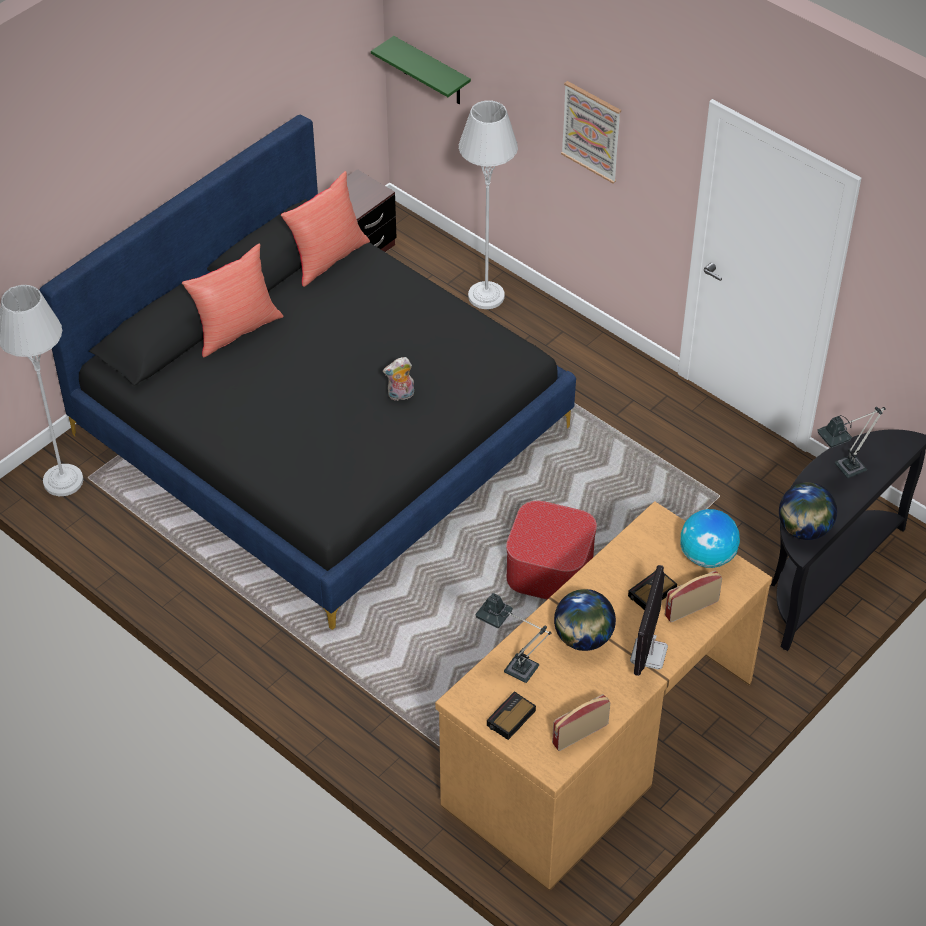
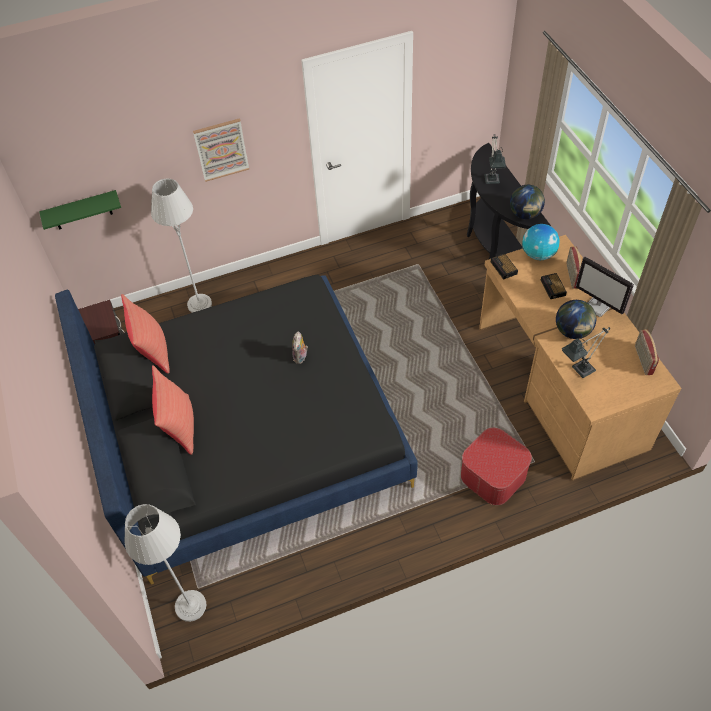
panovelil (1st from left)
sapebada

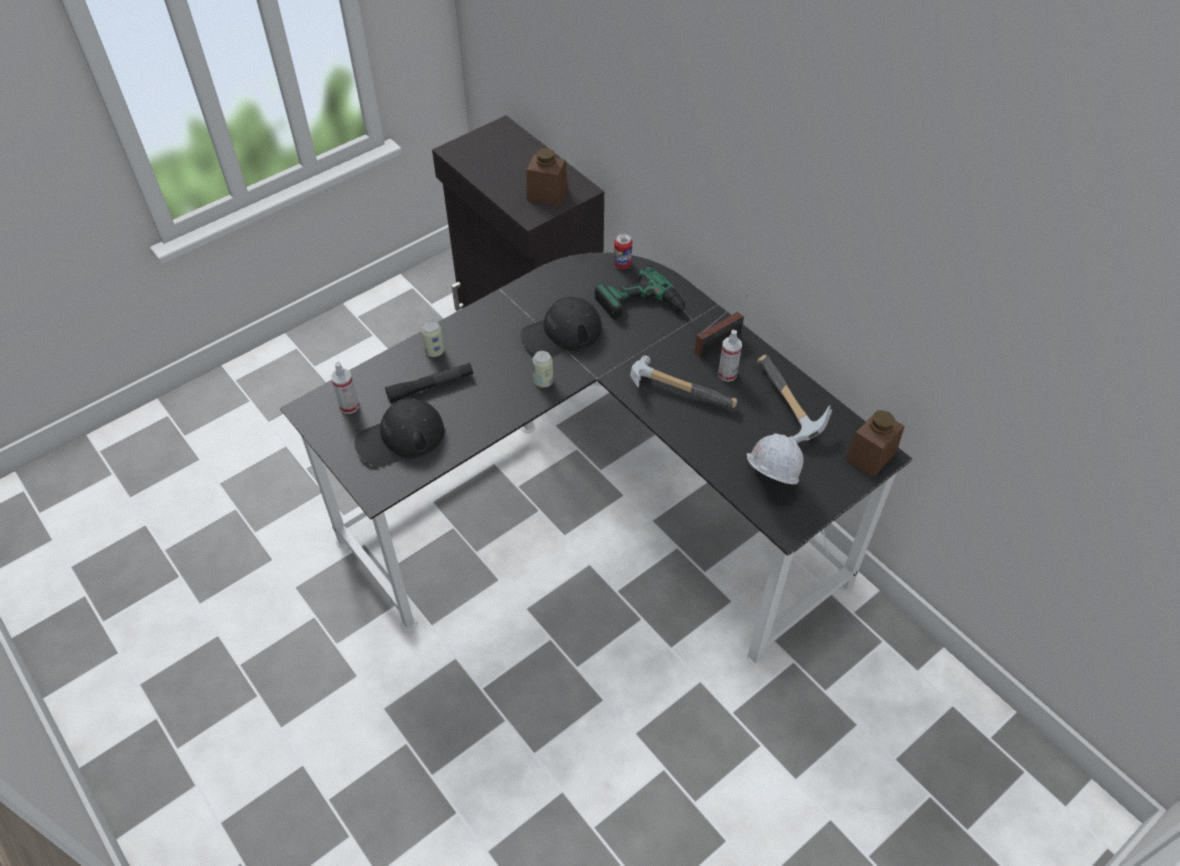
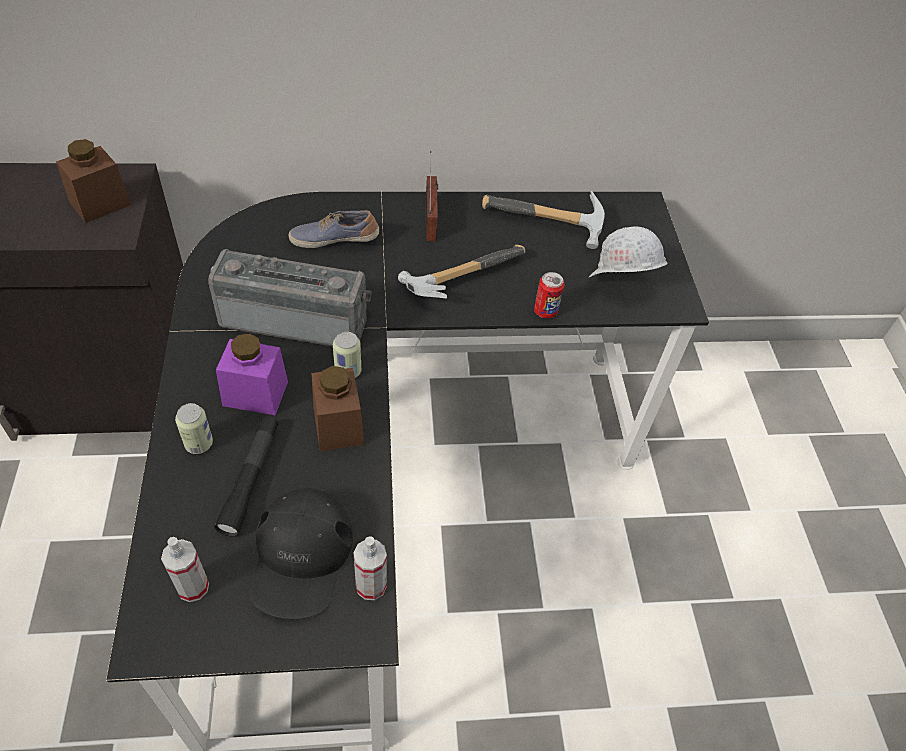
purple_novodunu
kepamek (3rd from left)
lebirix (2nd from left)
brown_novodunu (2nd from left)
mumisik (1st from left)
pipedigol

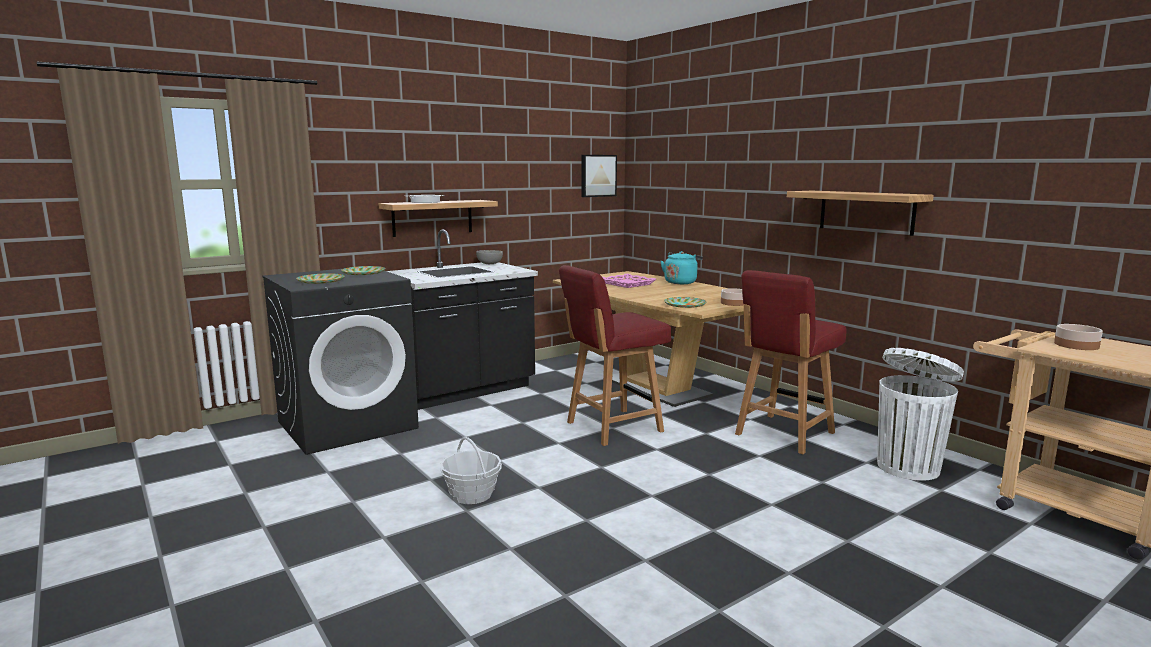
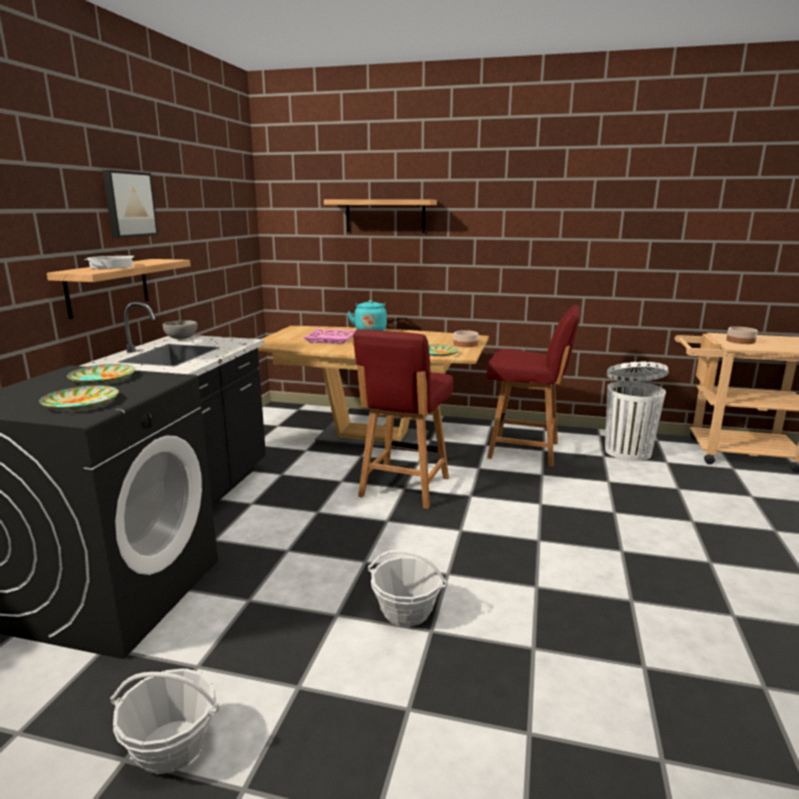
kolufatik (1st from left)
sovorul
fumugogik (2nd from left)
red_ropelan (2nd from left)

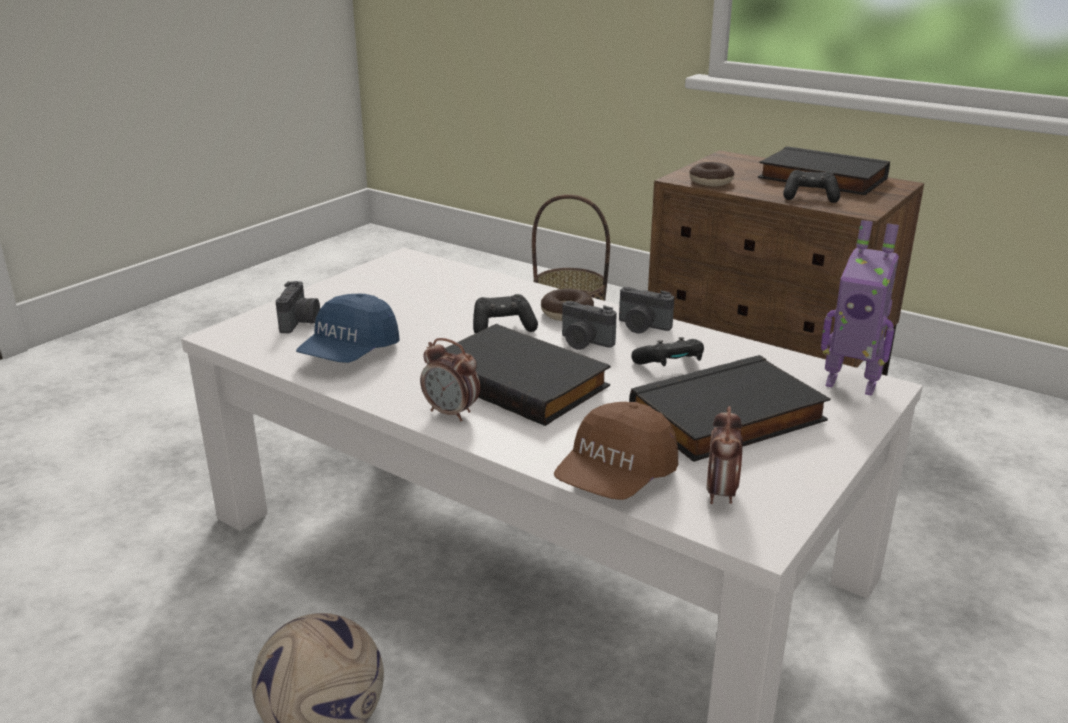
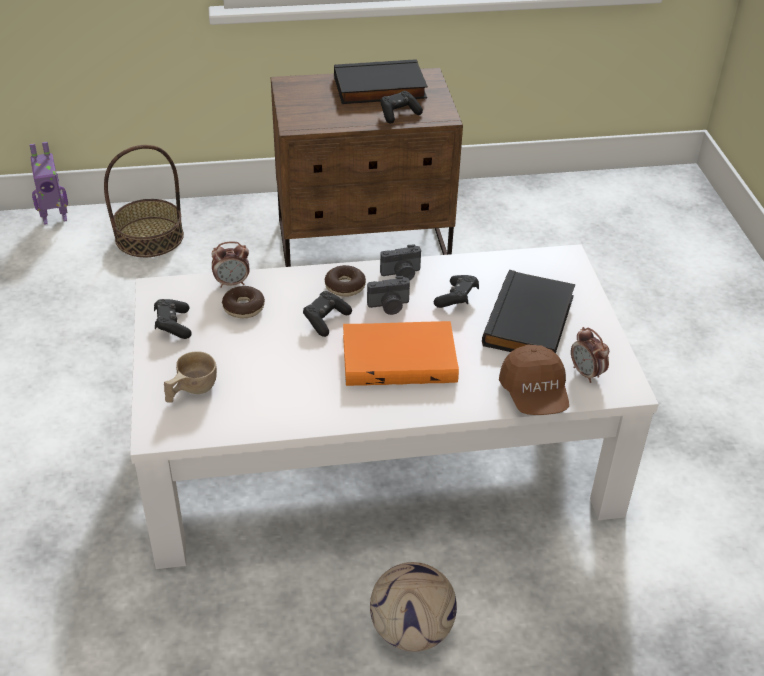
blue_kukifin
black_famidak (1st from left)
panovelil (1st from left)
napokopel (1st from left)
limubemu
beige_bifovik
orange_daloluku

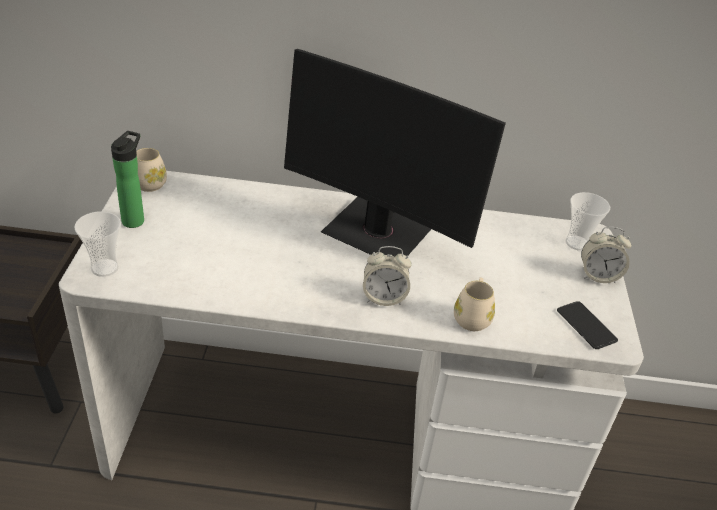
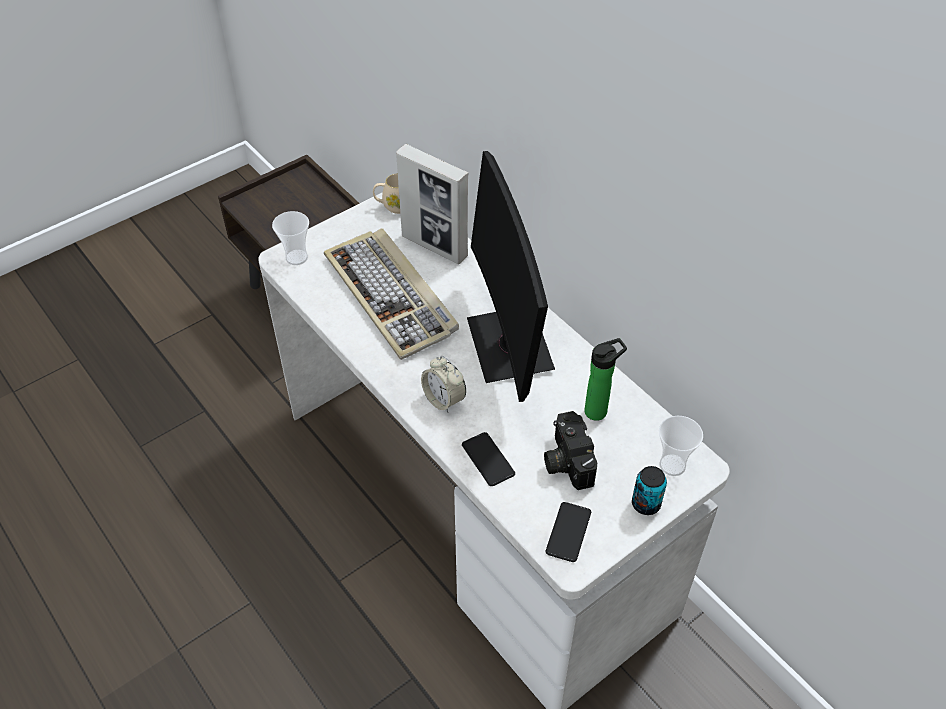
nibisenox
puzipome
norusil
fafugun
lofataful (1st from left)
kepamek

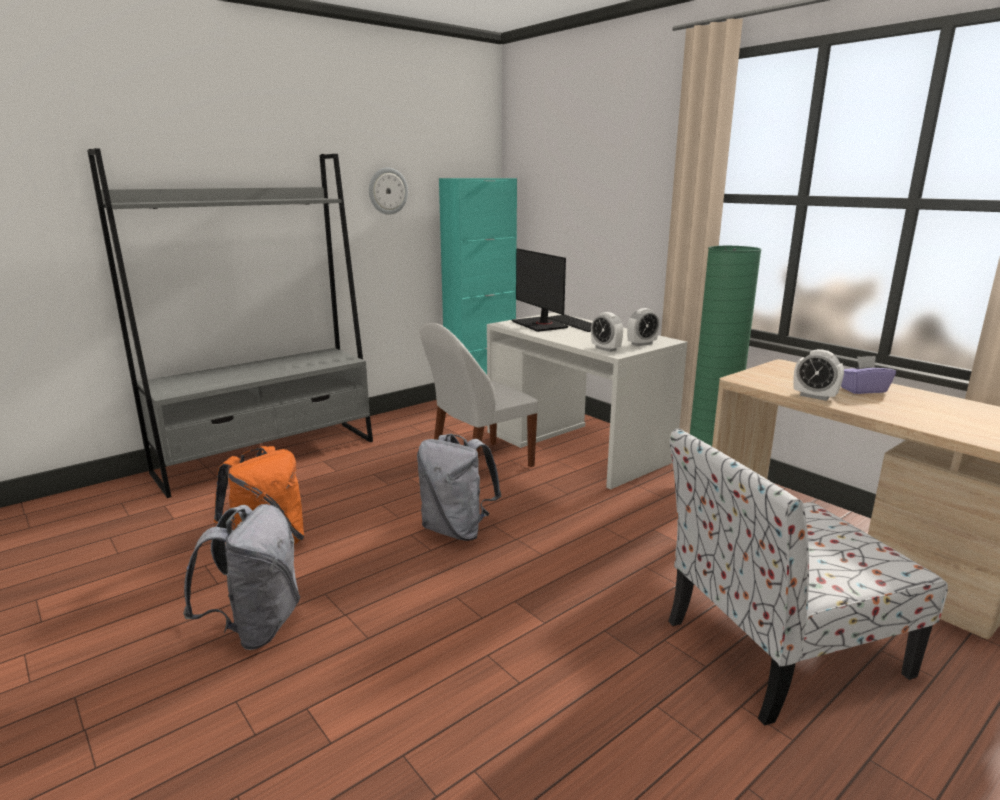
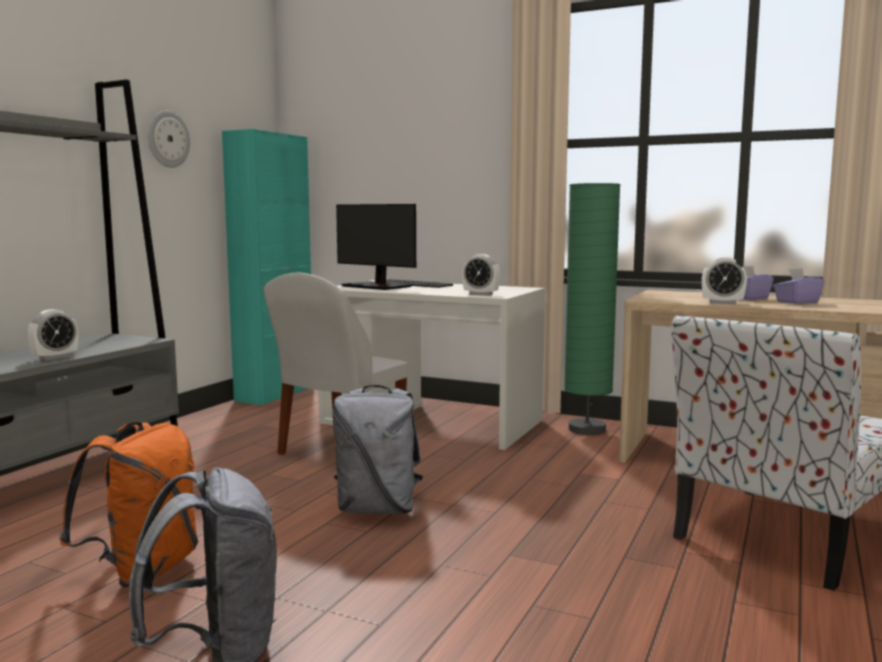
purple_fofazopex (2nd from left)
panovelil (1st from left)

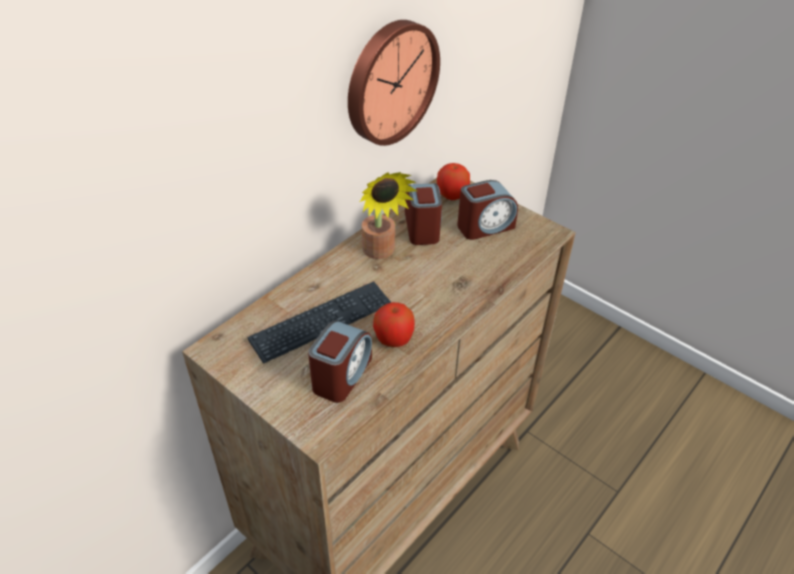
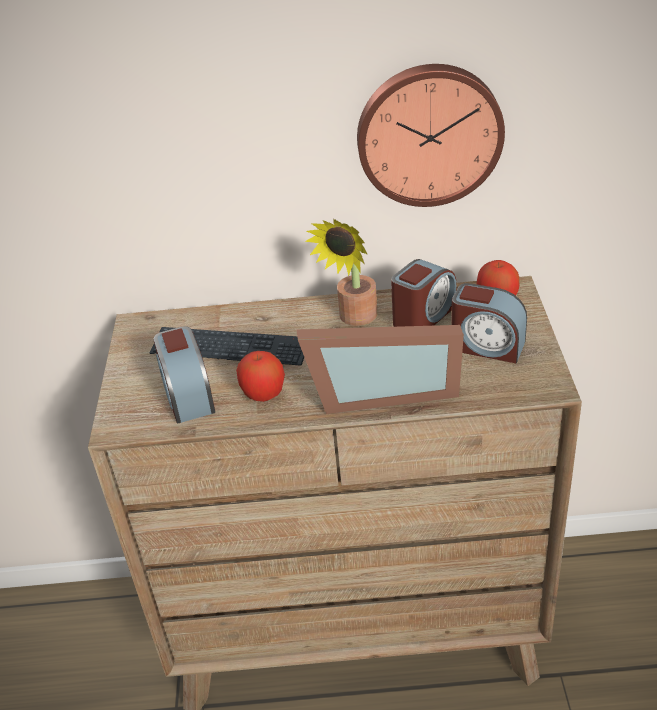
puzipome
panovelil (1st from left)

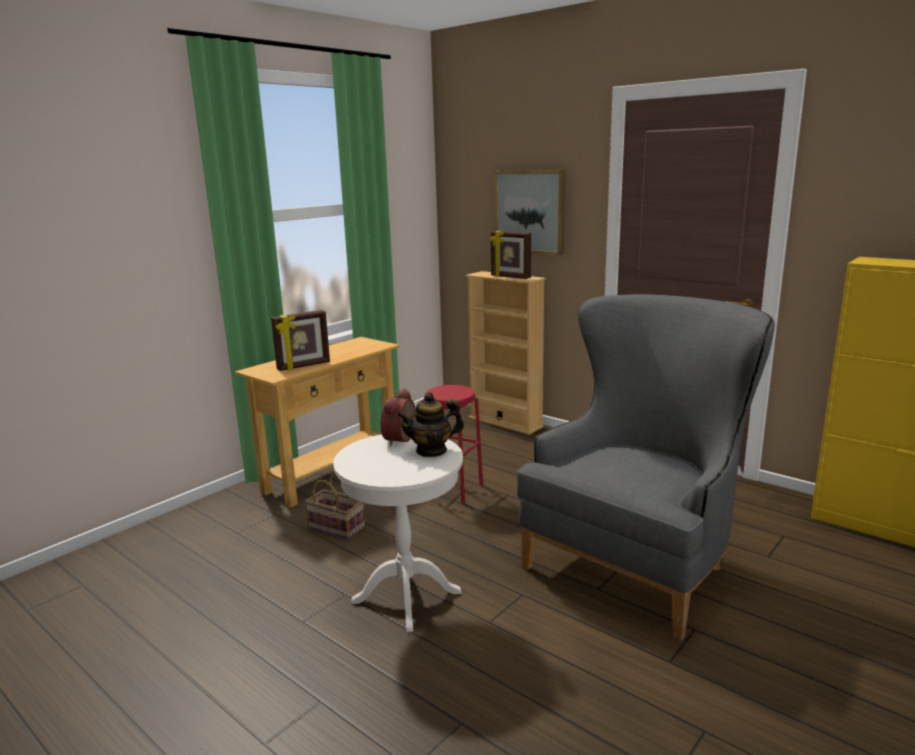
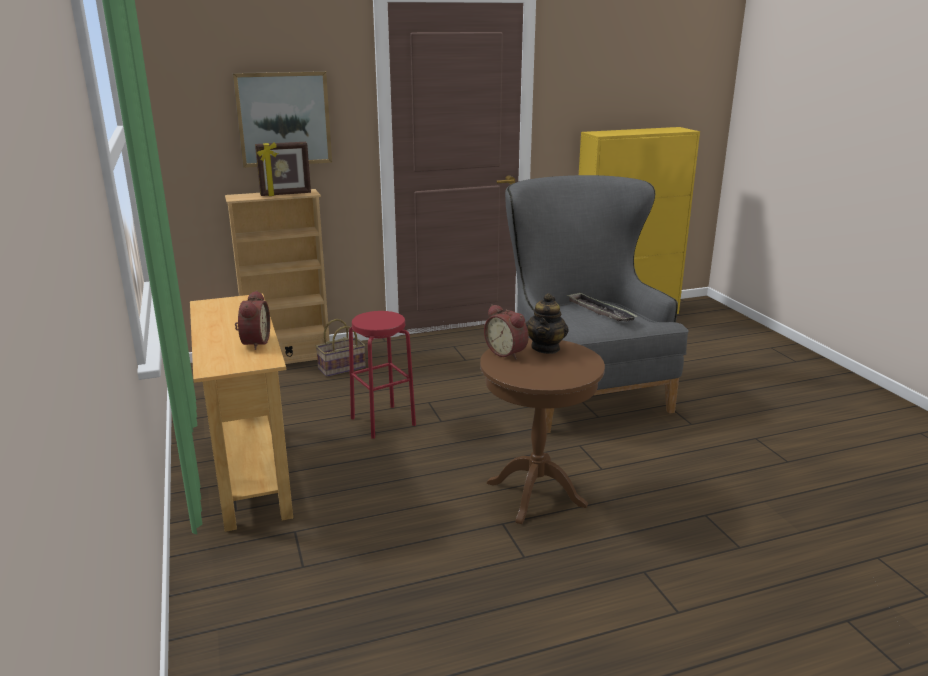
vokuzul
kolufatik
panovelil (1st from left)
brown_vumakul

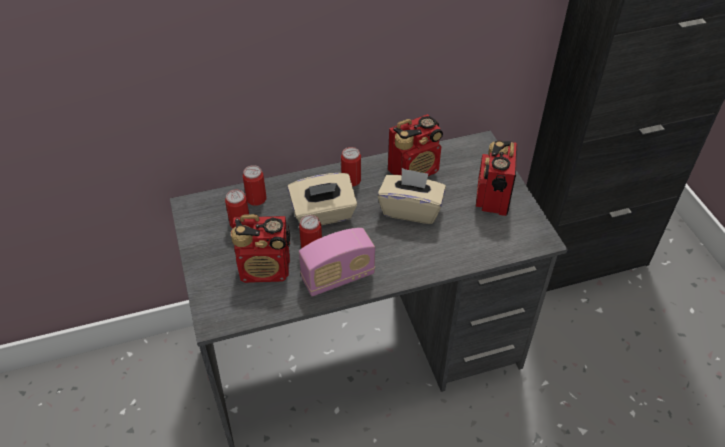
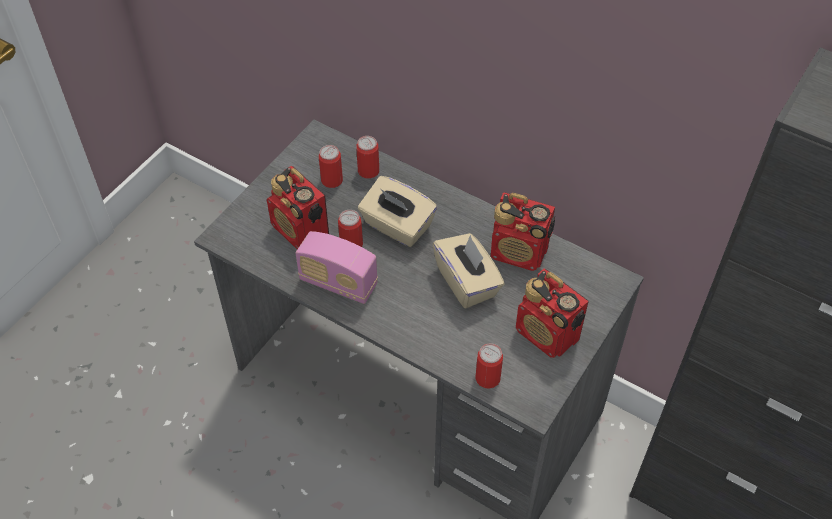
kepamek (4th from left)
mumisik (4th from left)

